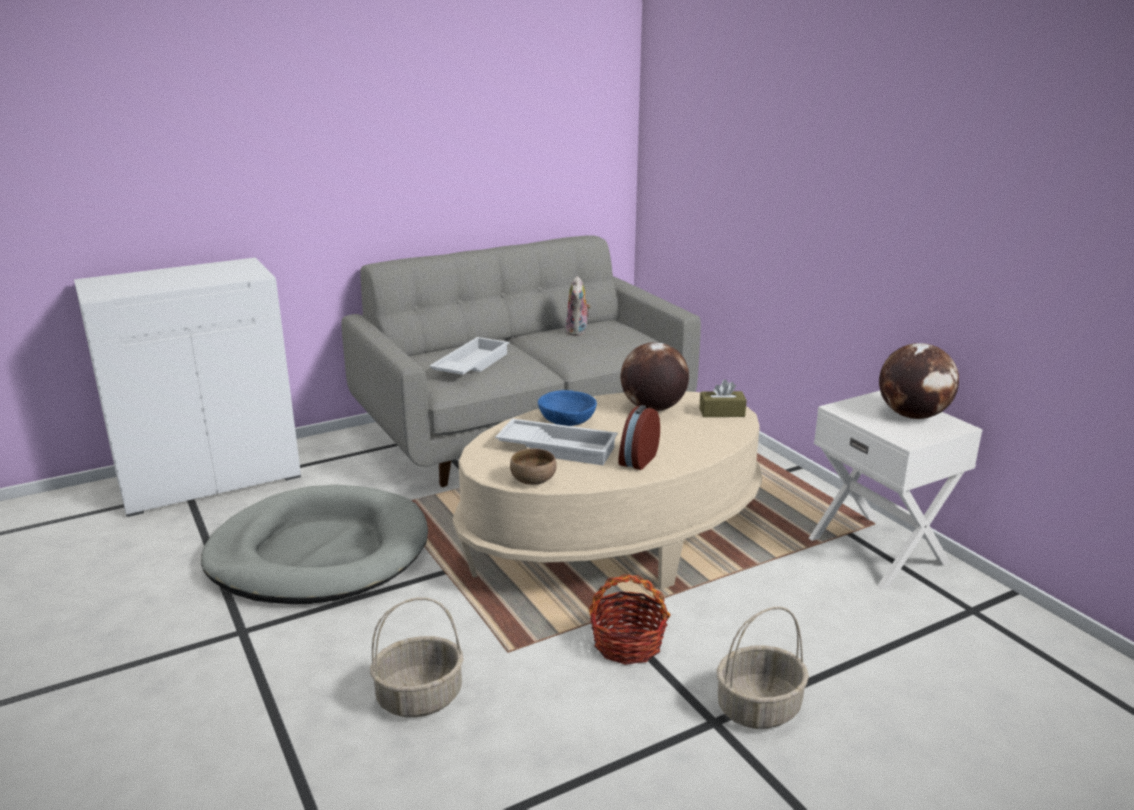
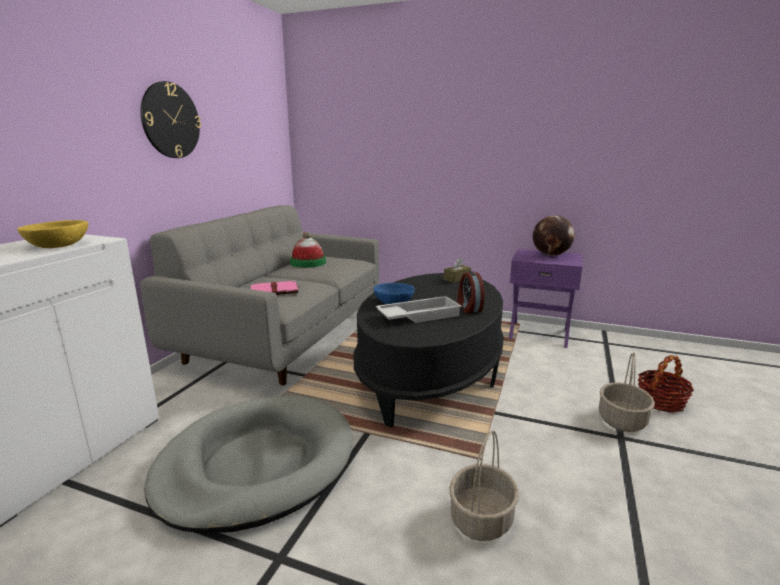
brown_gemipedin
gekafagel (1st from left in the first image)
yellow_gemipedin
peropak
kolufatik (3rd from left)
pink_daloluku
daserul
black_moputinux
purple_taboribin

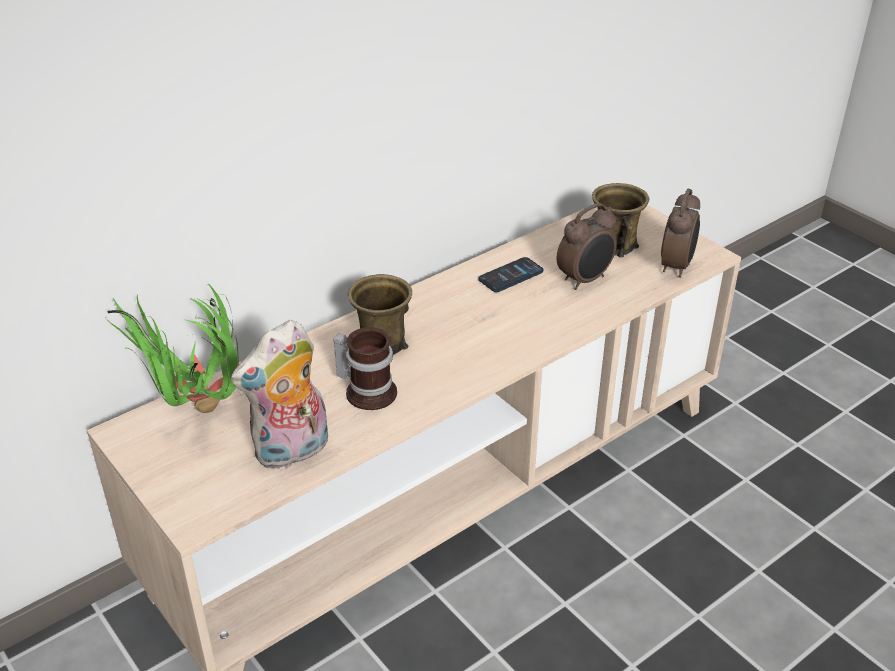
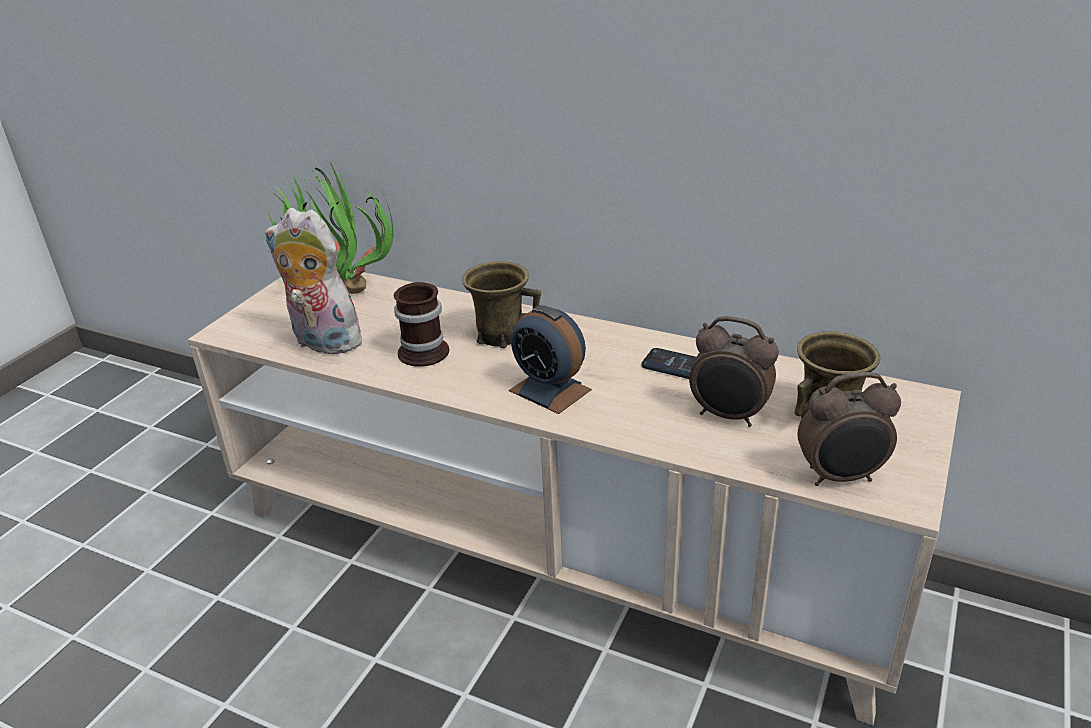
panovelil (1st from left)

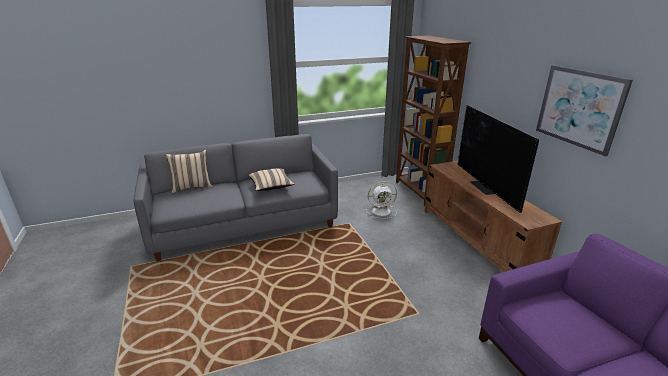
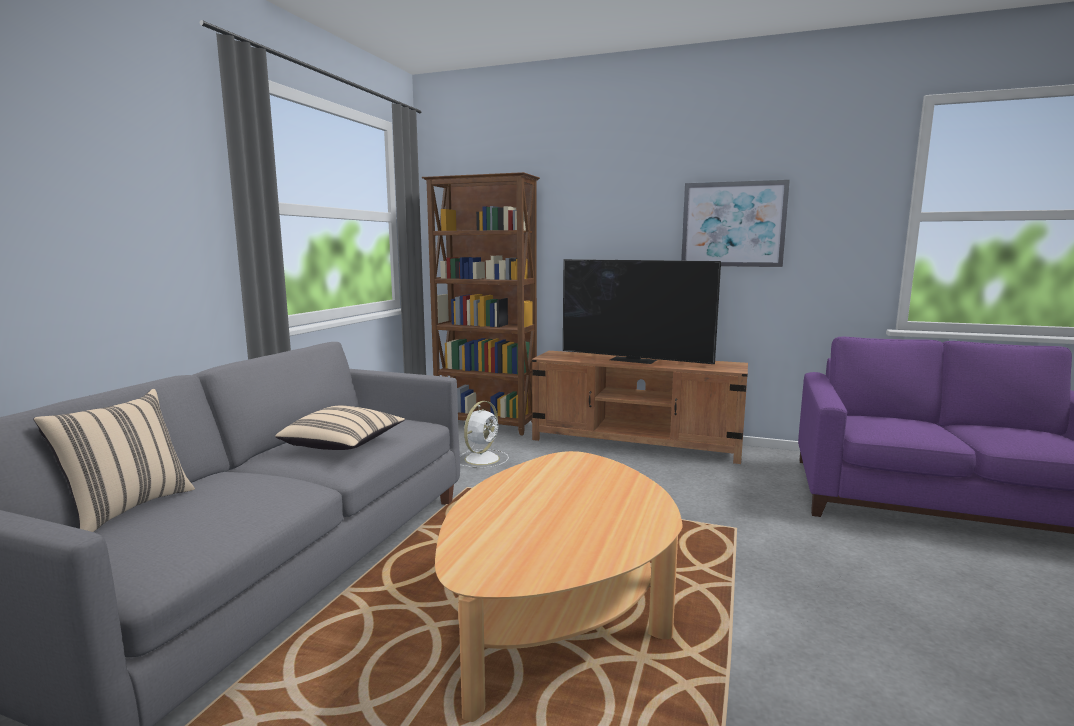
beige_moputinux

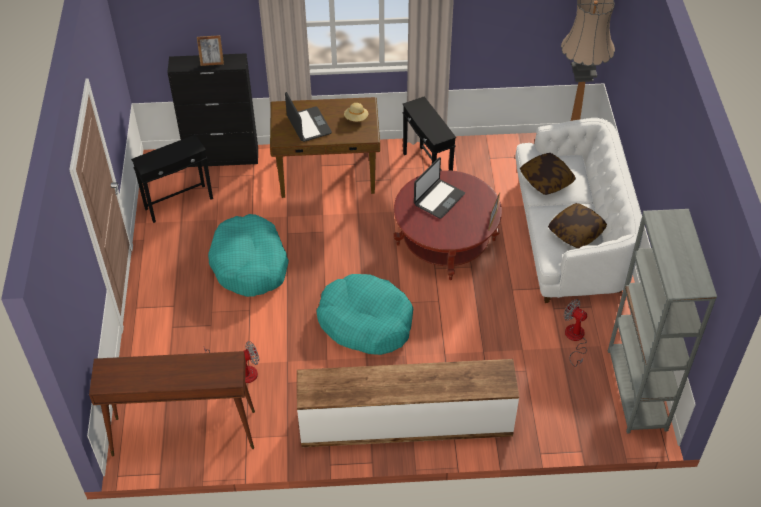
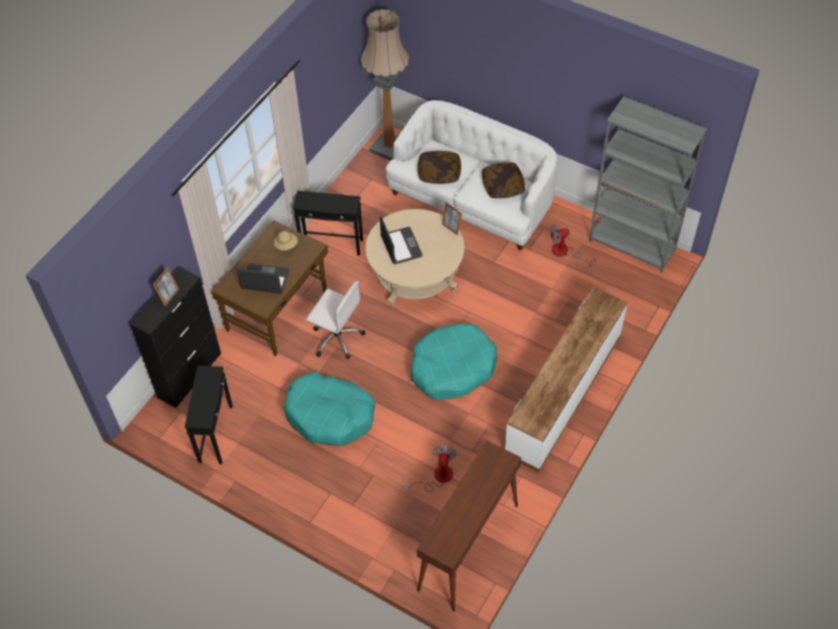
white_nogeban
beige_moputinux

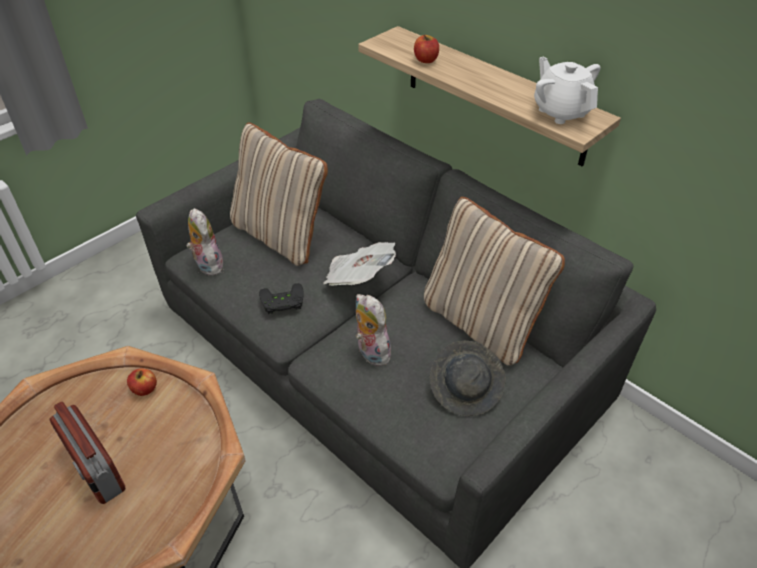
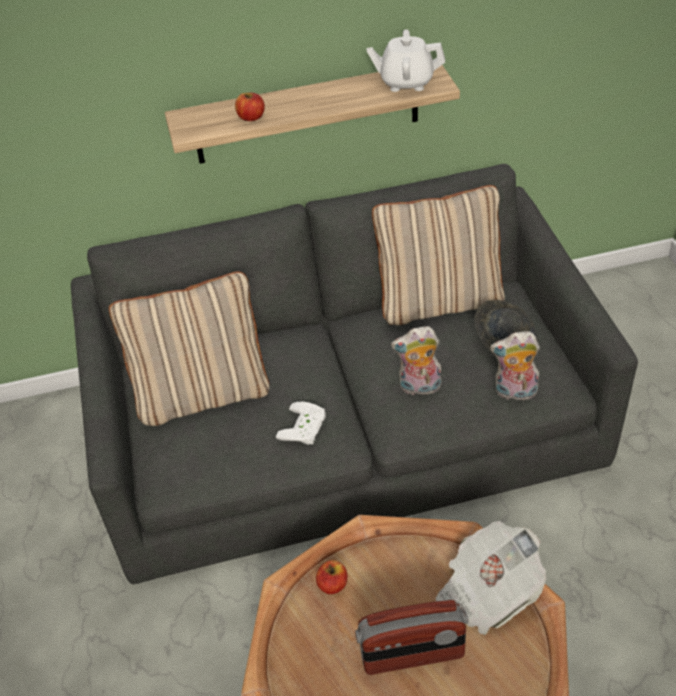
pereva (2nd from left)
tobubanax
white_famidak

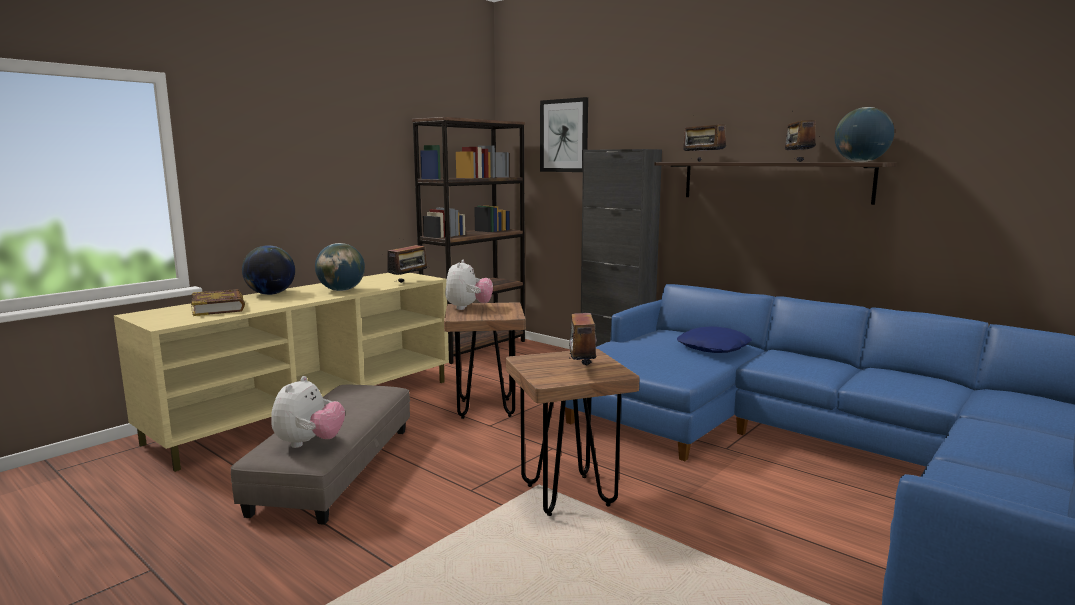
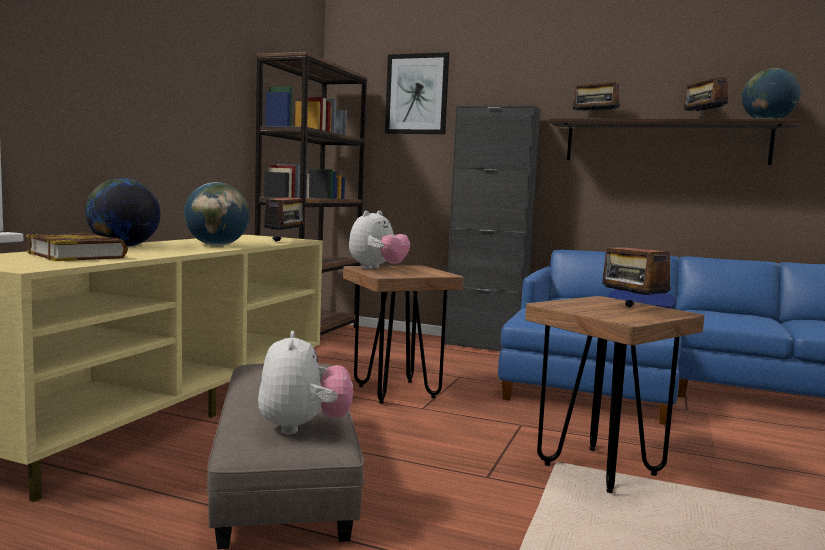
pereva (2nd from left)

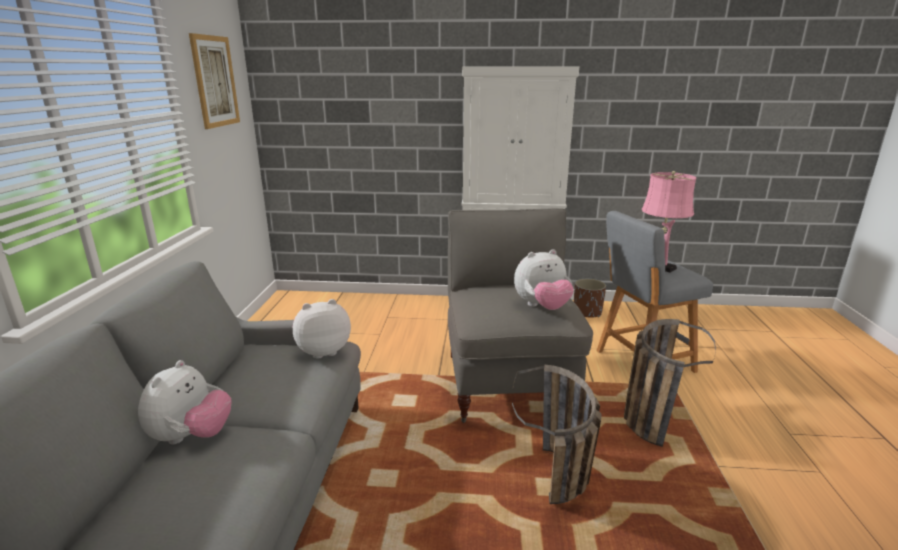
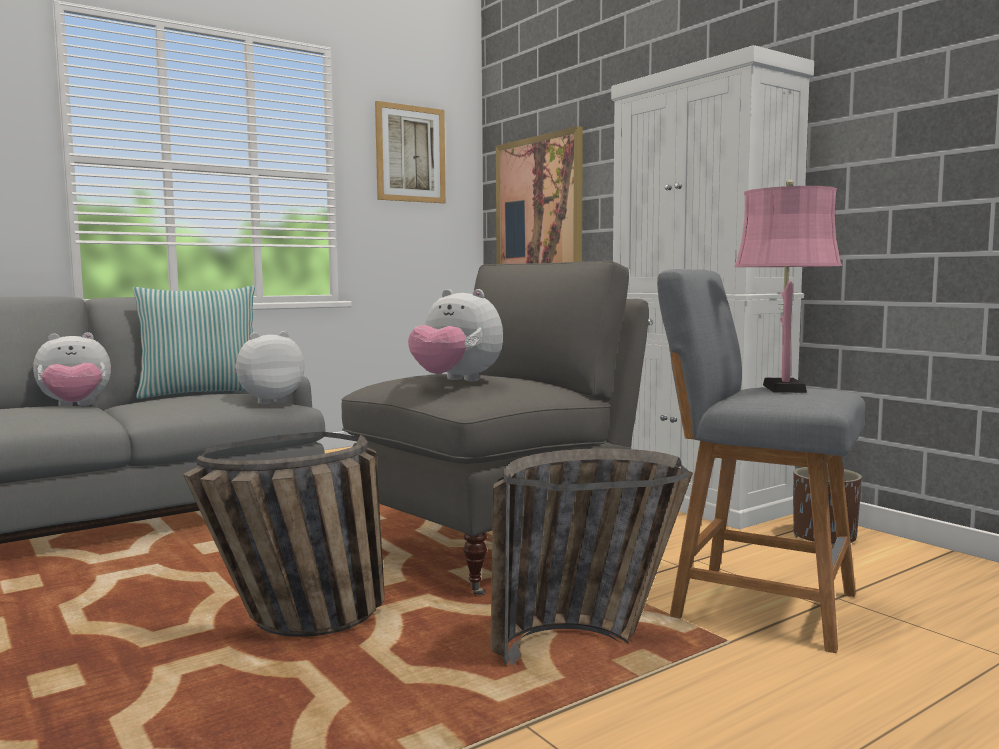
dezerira
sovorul (2nd from left)
pereva (2nd from left)

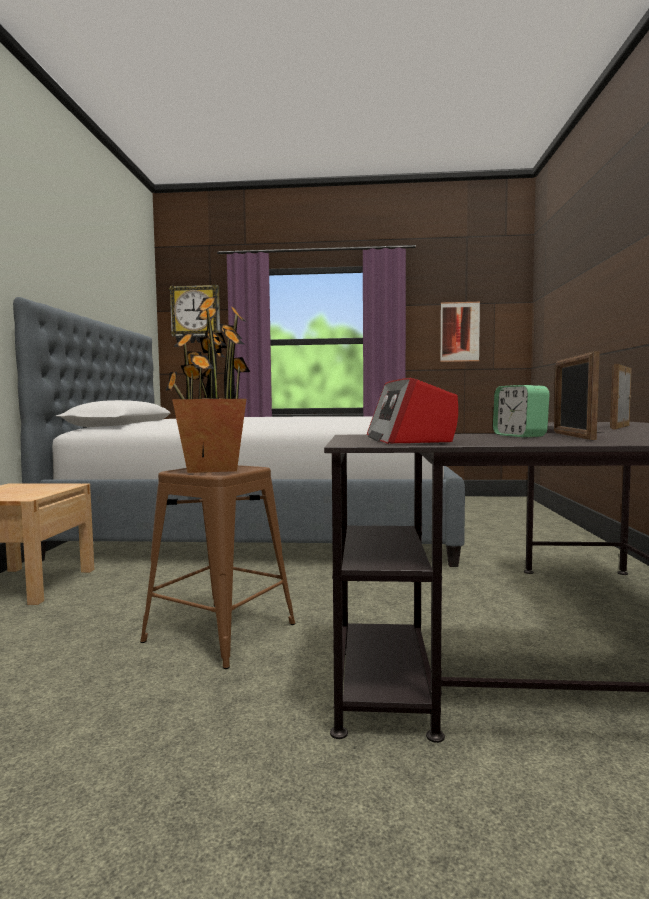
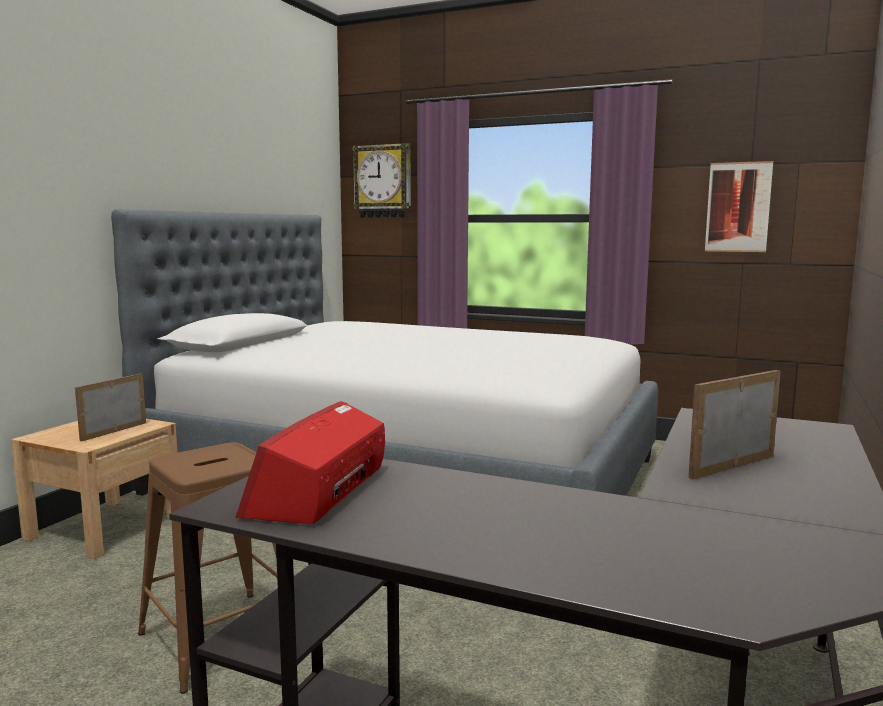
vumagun
panovelil
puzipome (1st from left)

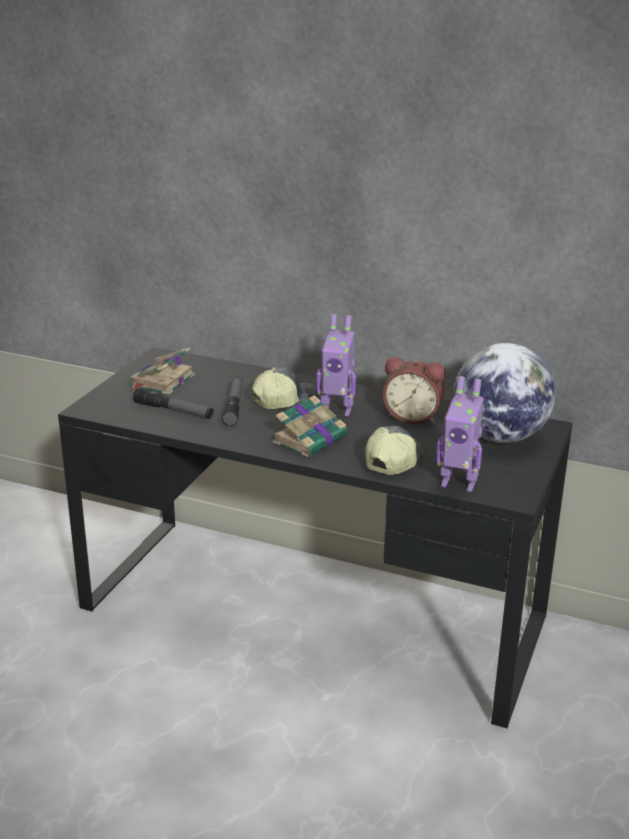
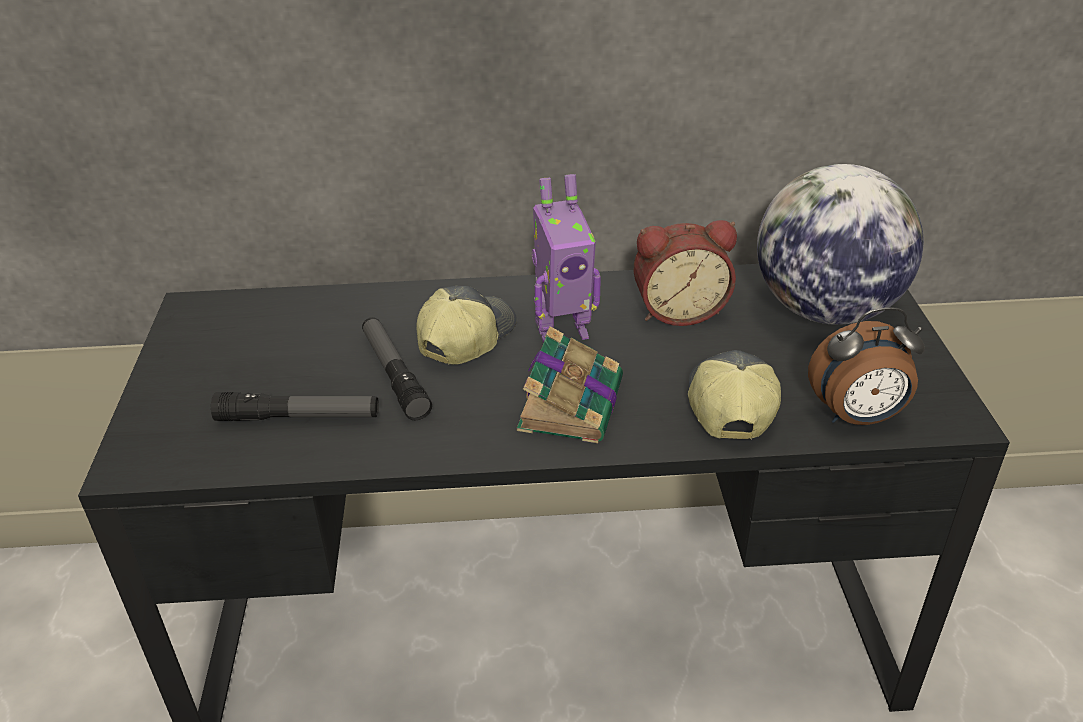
daloluku (1st from left in the first image)
panovelil (2nd from left)

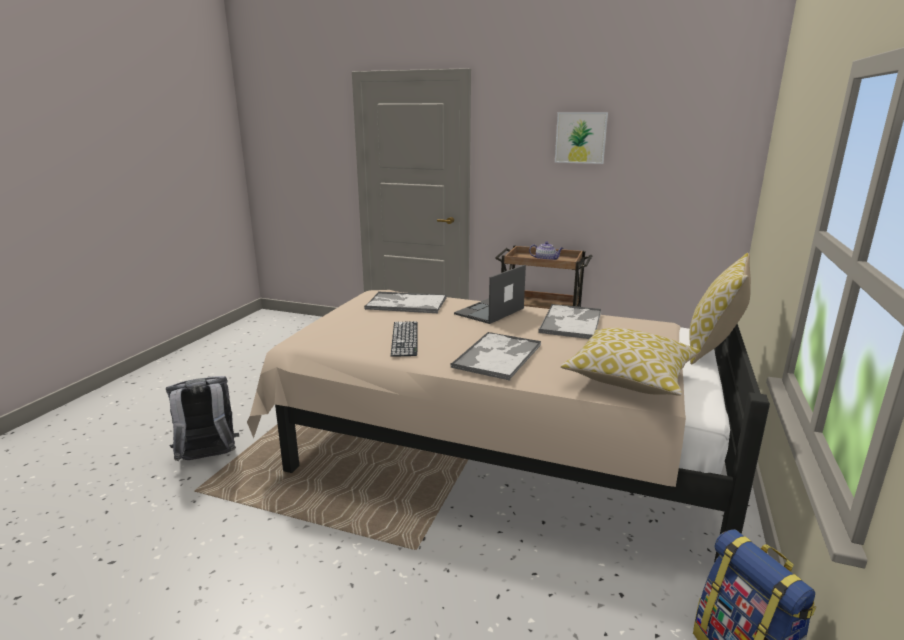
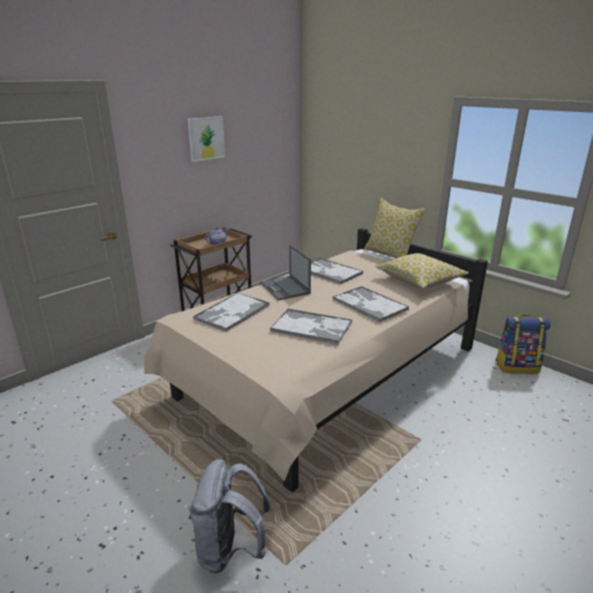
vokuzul (2nd from left)

